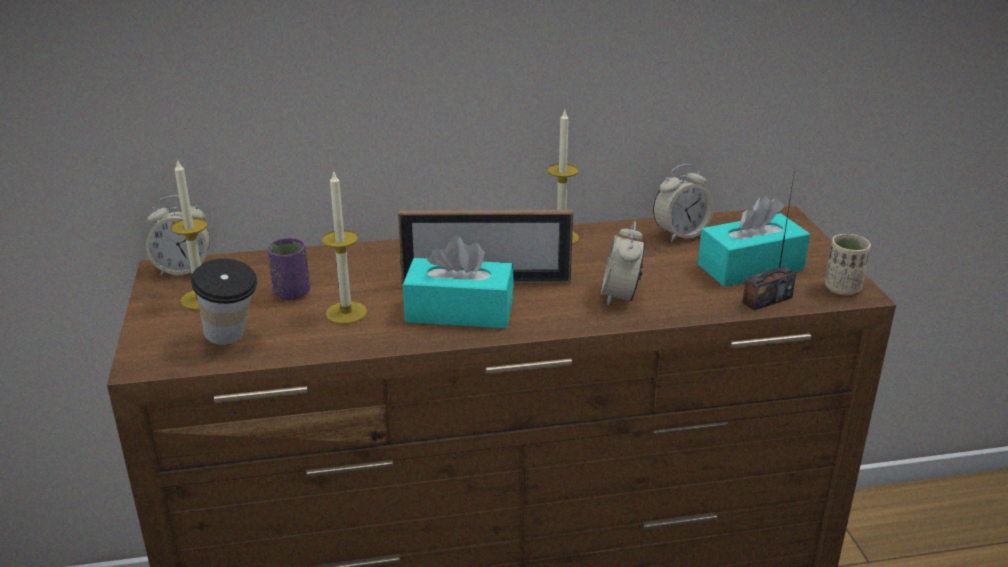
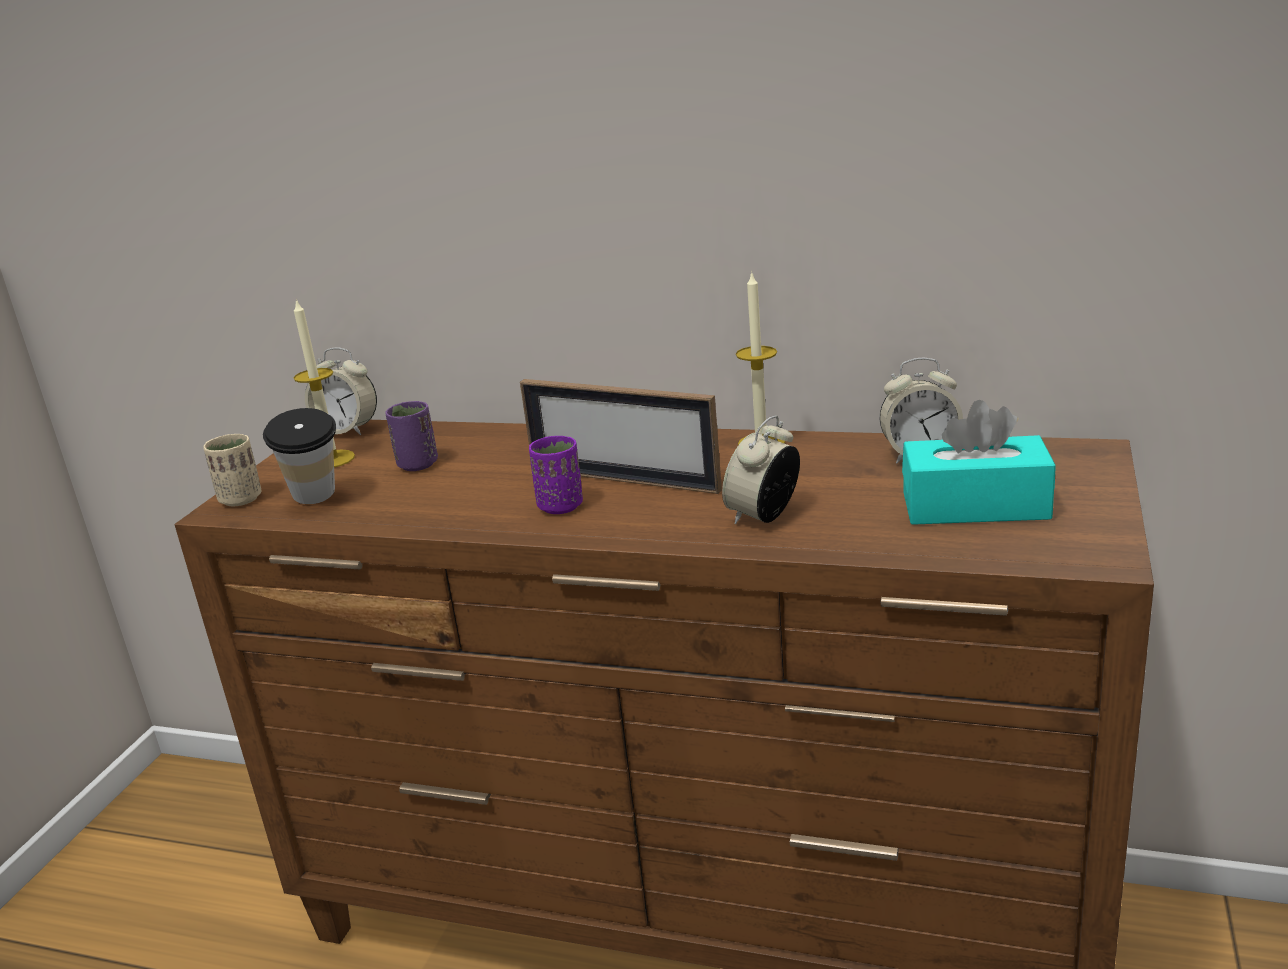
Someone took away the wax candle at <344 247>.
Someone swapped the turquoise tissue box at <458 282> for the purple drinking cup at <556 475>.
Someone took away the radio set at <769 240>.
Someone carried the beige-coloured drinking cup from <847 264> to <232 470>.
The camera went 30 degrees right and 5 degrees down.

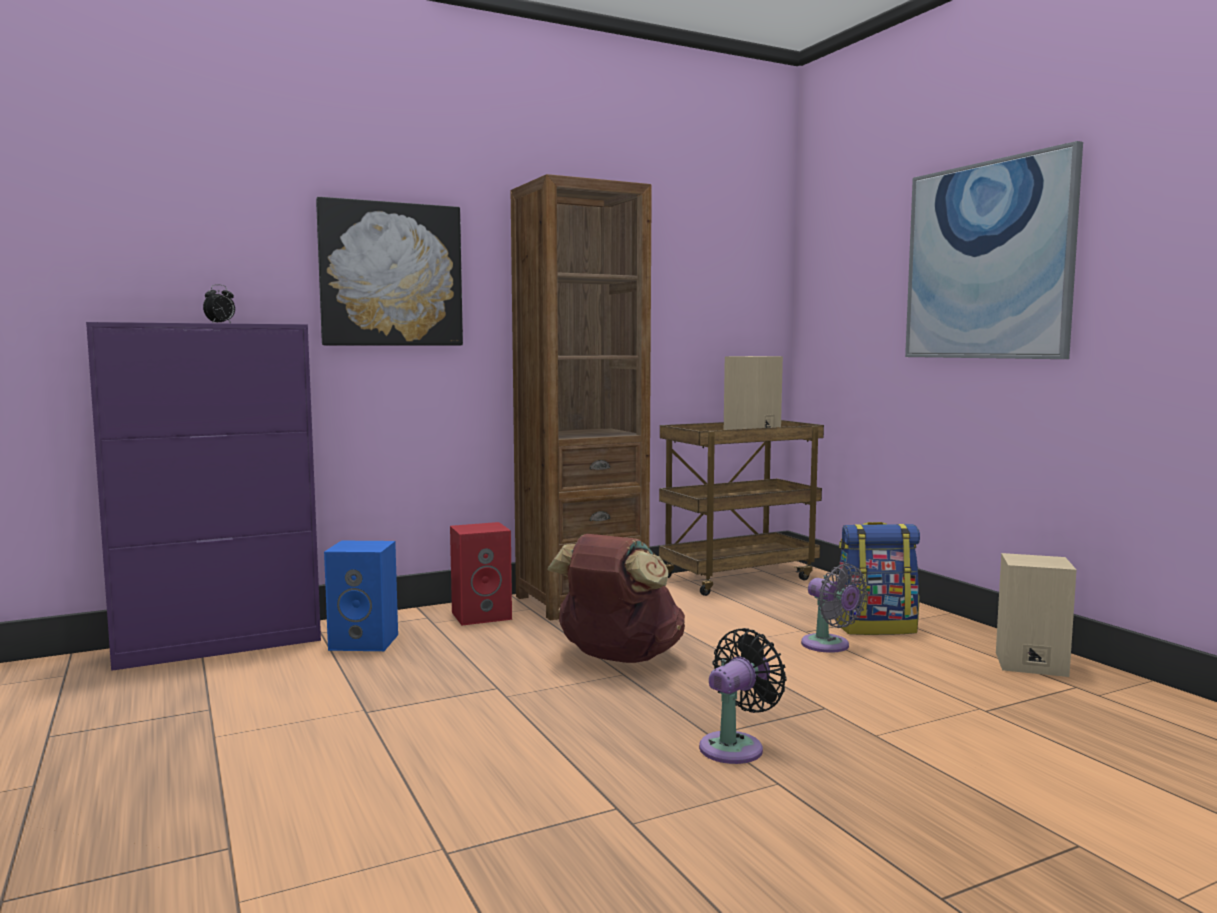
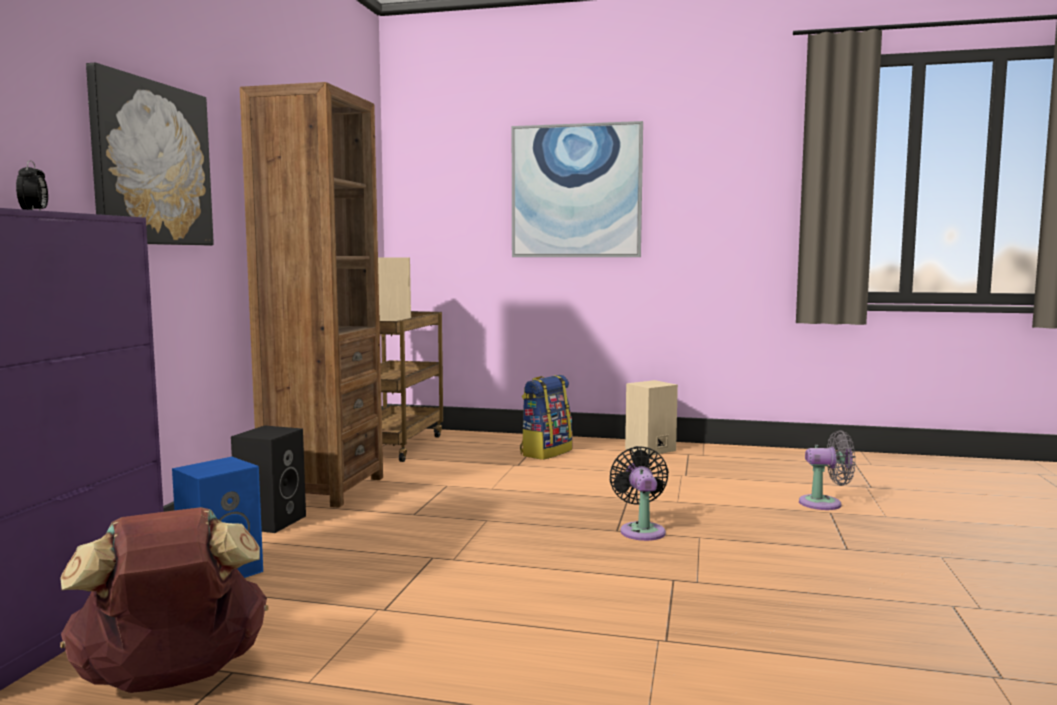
Someone repainted the red-coloured speaker at <481 574>, which became the black-coloured speaker at <268 479>.
Someone carried the brownish rucksack from <616 598> to <164 600>.
Someone carried the gray cooling fan from <834 608> to <827 470>.
The camera went 50 degrees left and 0 degrees up.

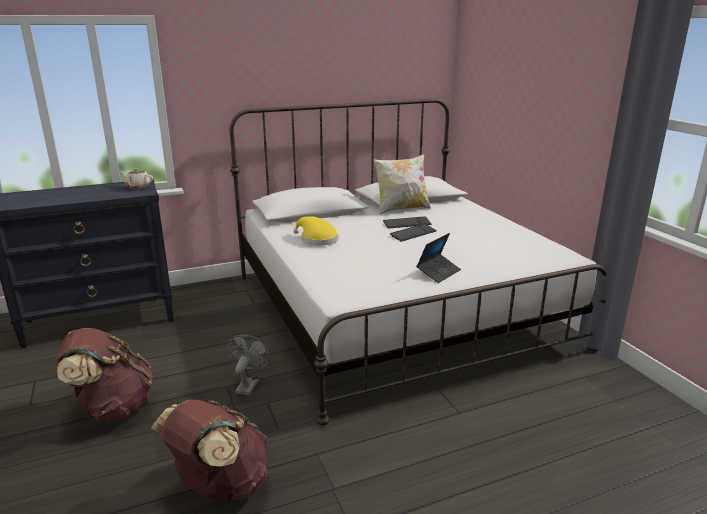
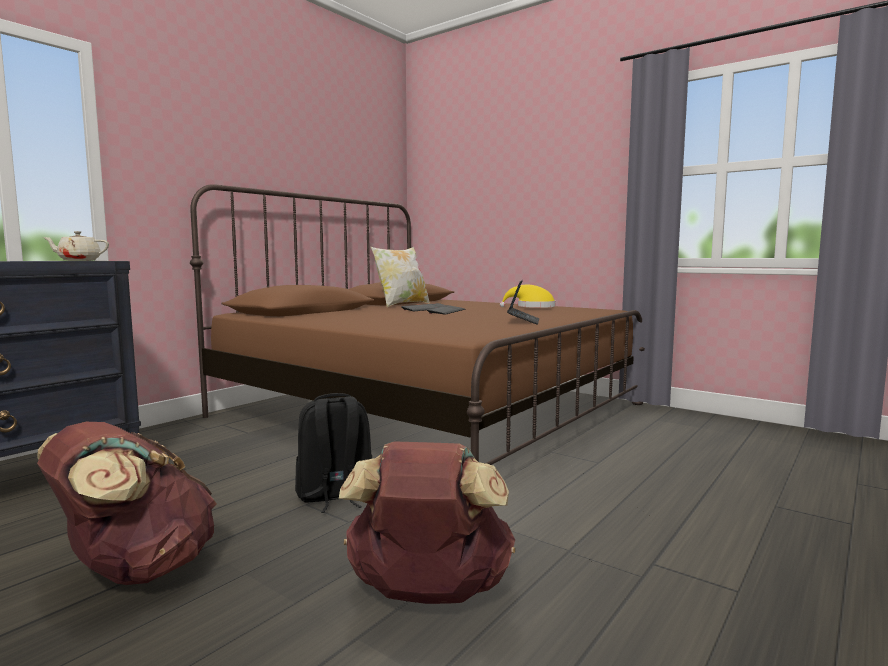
Someone swapped the gray cooling fan at <248 365> for the black-coloured rucksack at <333 453>.
Someone repainted the white-coloured bedroom bed at <418 262>, which became the brownish bedroom bed at <417 324>.
Someone carried the yellowish wearable hat from <315 231> to <527 296>.
The camera went 30 degrees left and 15 degrees down.

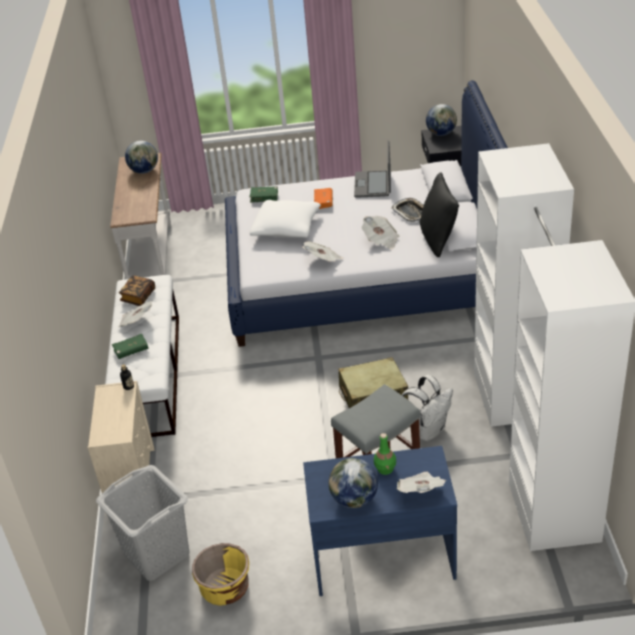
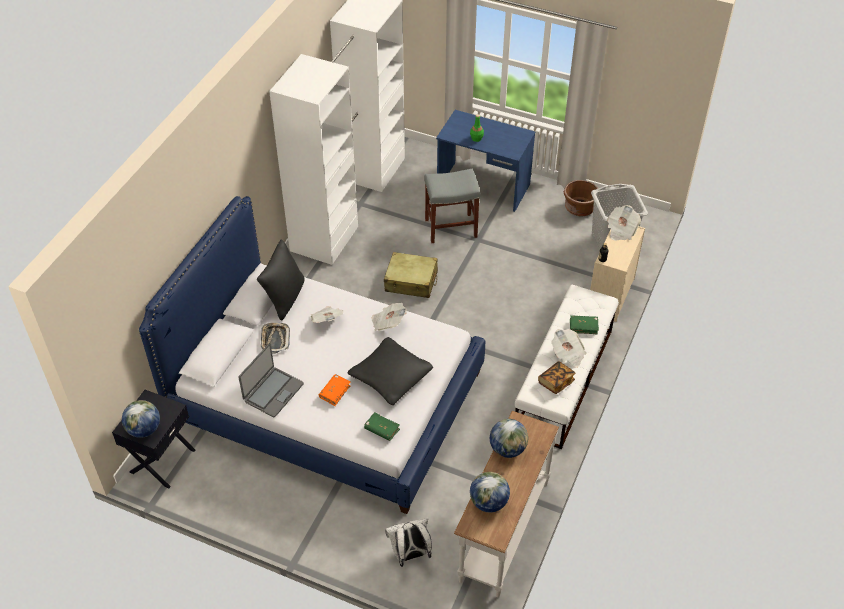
Someone repainted the yellowish planter at <220 574>, which became the brownish planter at <581 198>.
Someone repainted the white-coloured throw pillow at <285 219>, which became the black-coloured throw pillow at <390 371>.
Someone carried the globe from <353 483> to <509 438>.
Someone carried the daily paper from <421 482> to <624 222>.
Someone carried the white-coloured rucksack from <427 408> to <408 542>.
The camera went 155 degrees left and 10 degrees up.

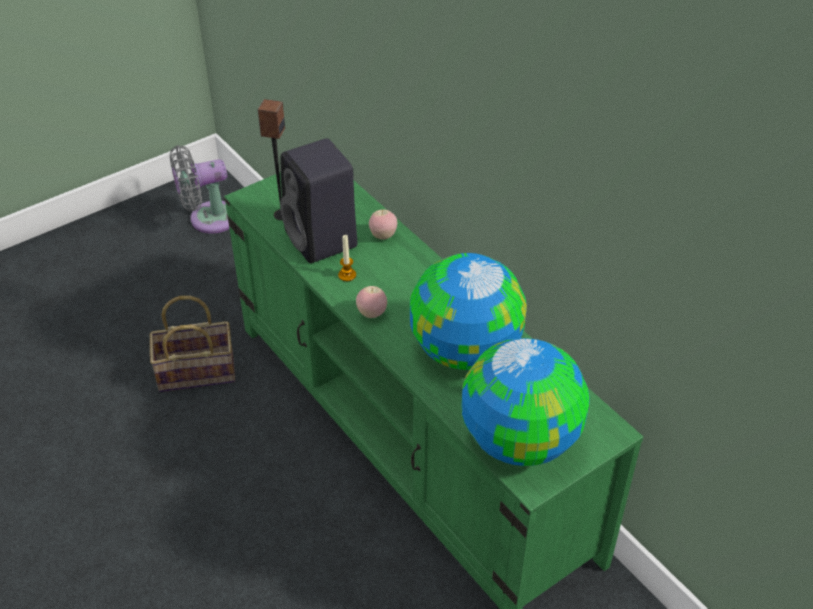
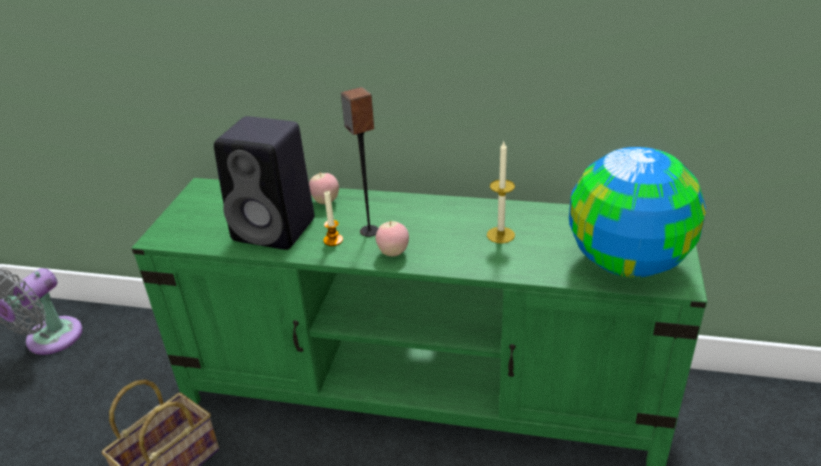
Someone carried the speaker from <271 159> to <359 162>.
Someone swapped the globe at <468 311> for the wax candle at <501 192>.
The camera went 40 degrees left and 10 degrees down.

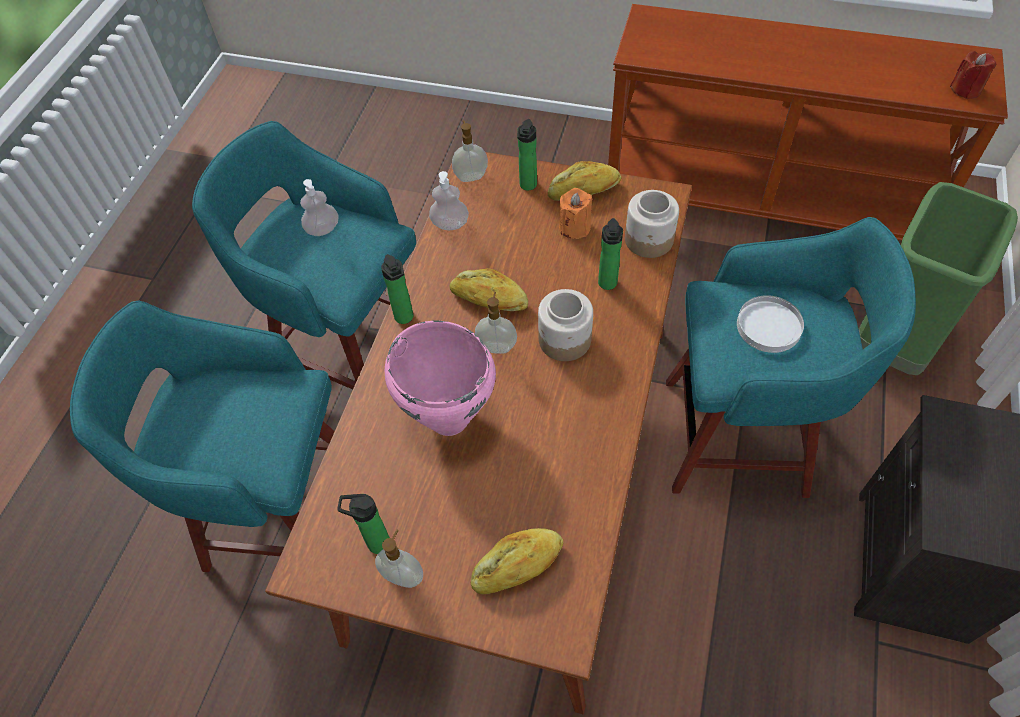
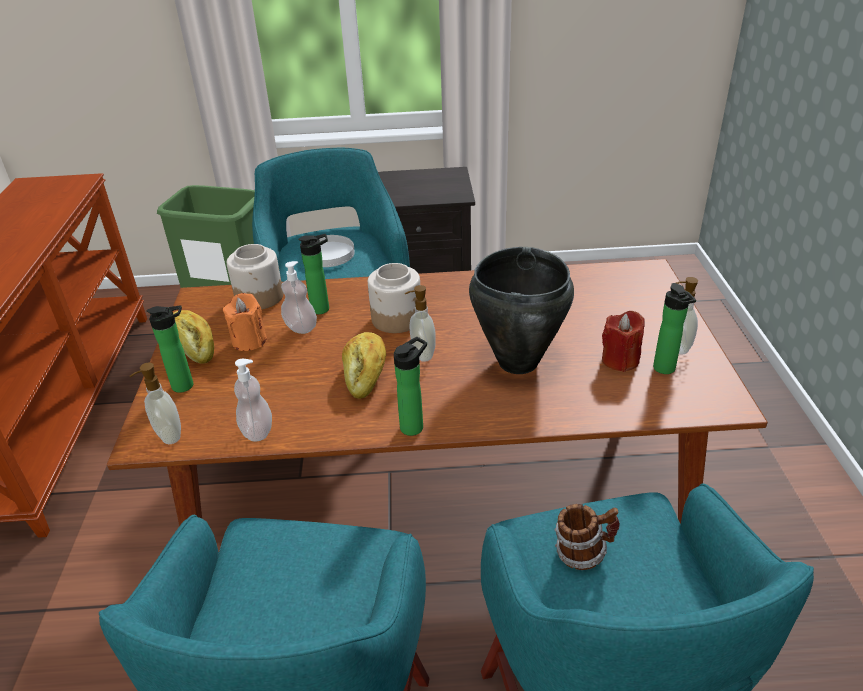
Someone carried the soap dispenser from <319 207> to <299 297>.
Someone repainted the pink saucepot at <440 378>, which became the black-coloured saucepot at <521 310>.
Someone took away the bread at <517 561>.
Someone carried the red-coloured wax candle from <973 75> to <623 341>.
Someone put down the coffee mug at <587 537>.
The camera went 110 degrees left and 20 degrees down.

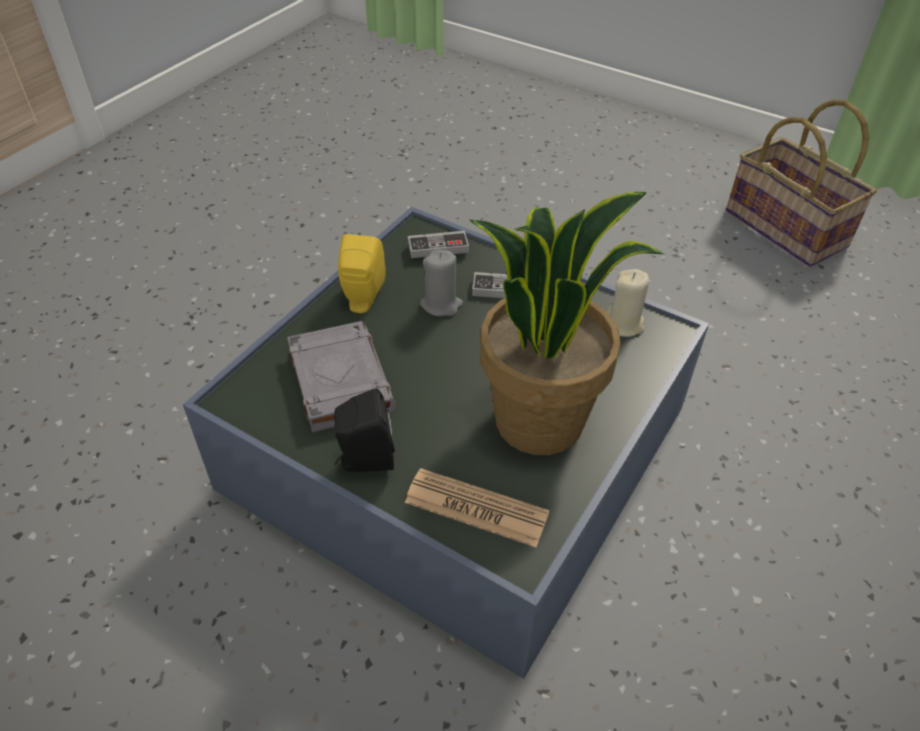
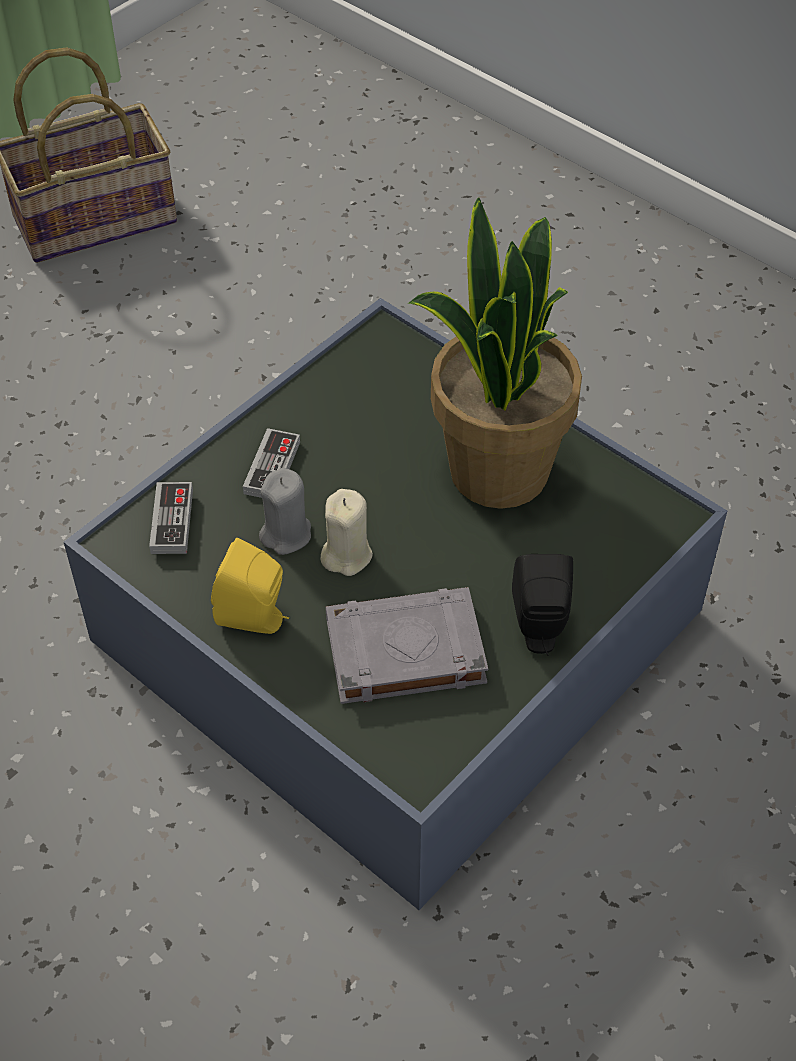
Someone took away the daily paper at <477 507>.
Someone carried the beige-coloured wax candle from <628 303> to <347 532>.
The camera went 80 degrees left and 5 degrees up.

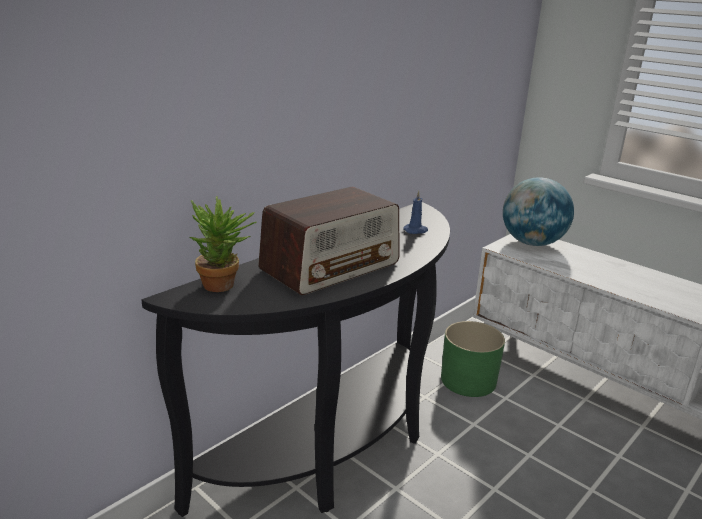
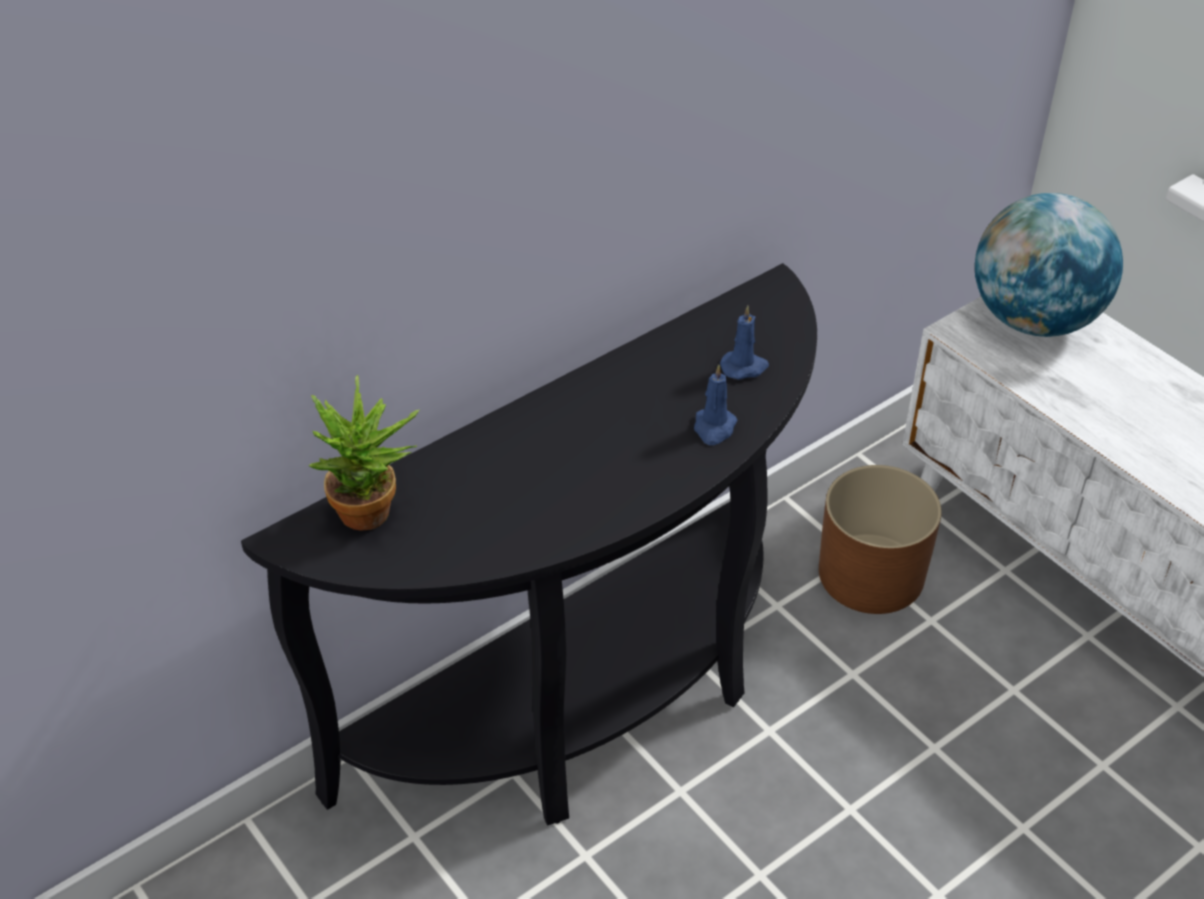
Someone took away the radio set at <328 241>.
Someone repainted the green-coloured planter at <473 359>, which became the brownish planter at <880 539>.
Someone put down the blue-coloured wax candle at <715 404>.
The camera went 10 degrees right and 20 degrees up.

